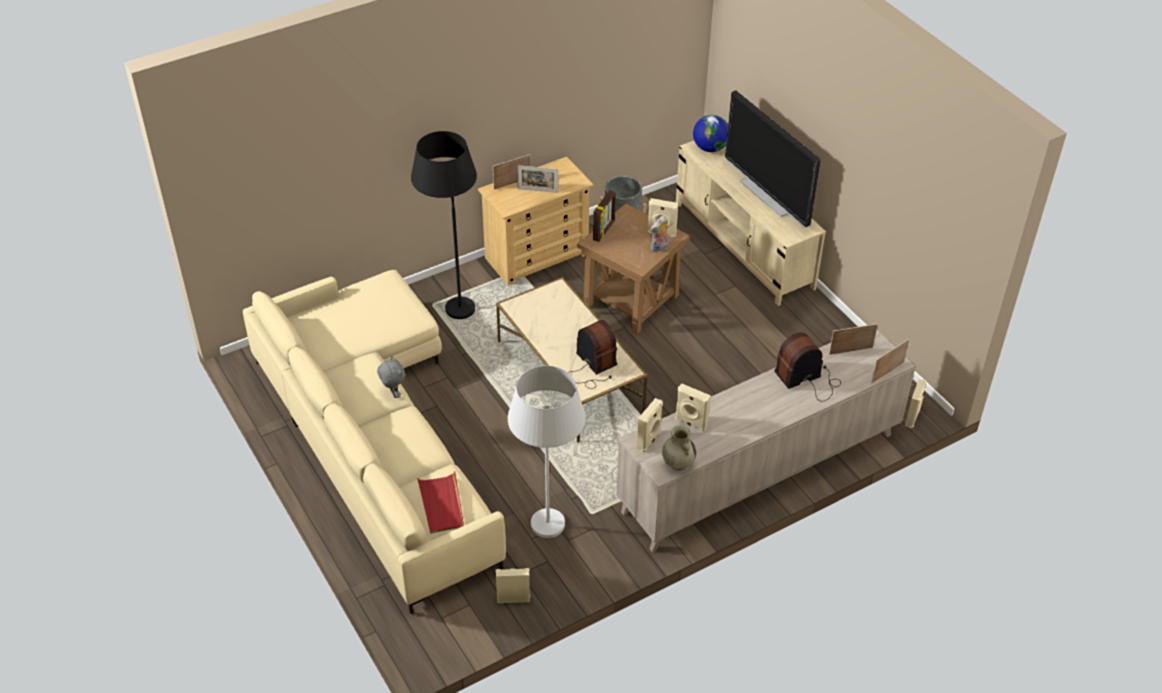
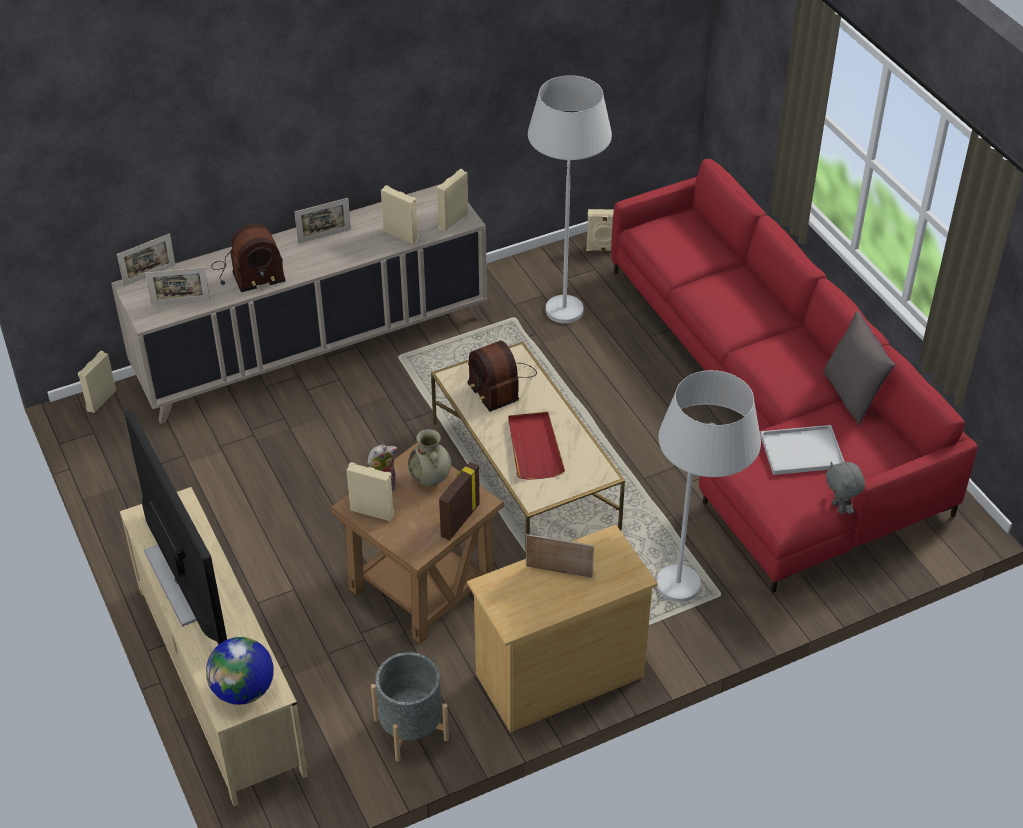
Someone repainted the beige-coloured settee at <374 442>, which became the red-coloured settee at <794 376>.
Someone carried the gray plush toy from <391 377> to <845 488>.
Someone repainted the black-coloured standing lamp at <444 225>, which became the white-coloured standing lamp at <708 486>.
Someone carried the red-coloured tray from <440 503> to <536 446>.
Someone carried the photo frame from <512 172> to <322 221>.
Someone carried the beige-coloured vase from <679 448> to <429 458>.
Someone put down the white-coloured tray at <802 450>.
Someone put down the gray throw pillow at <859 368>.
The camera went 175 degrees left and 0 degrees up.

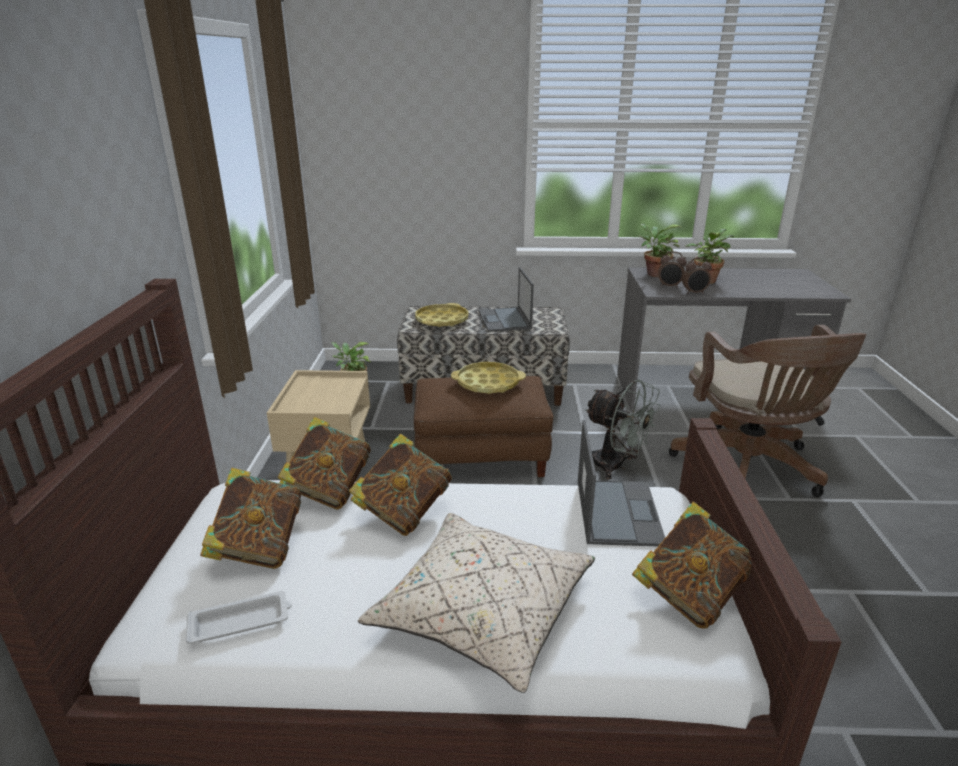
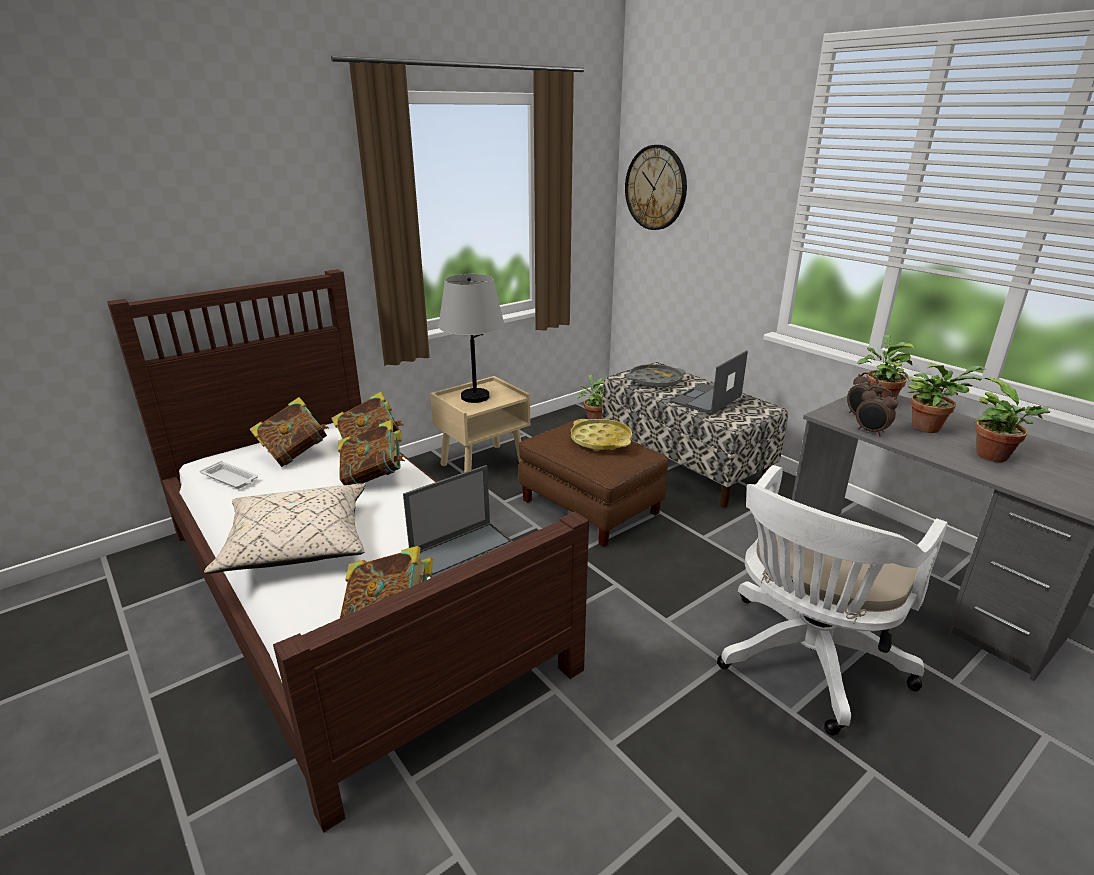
Someone repainted the yellowish tray at <441 315>, which became the gray tray at <656 376>.
Someone took away the gray cooling fan at <623 429>.
Someone repainted the brownish desk chair at <768 411>, which became the white-coloured desk chair at <832 600>.
Someone put down the gray lamp for a table at <471 338>.
Someone put up the hanging clock at <656 187>.
Someone put down the plant in a pot at <1012 419>.
The camera went 50 degrees right and 0 degrees up.

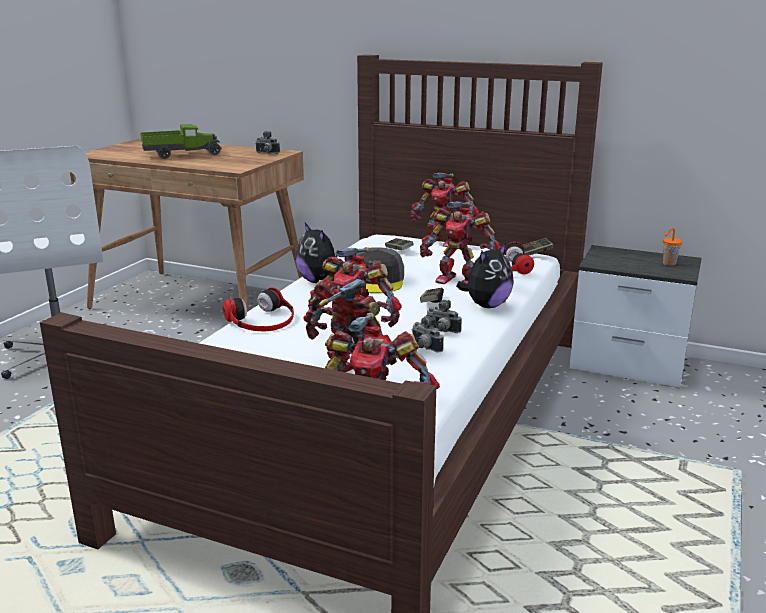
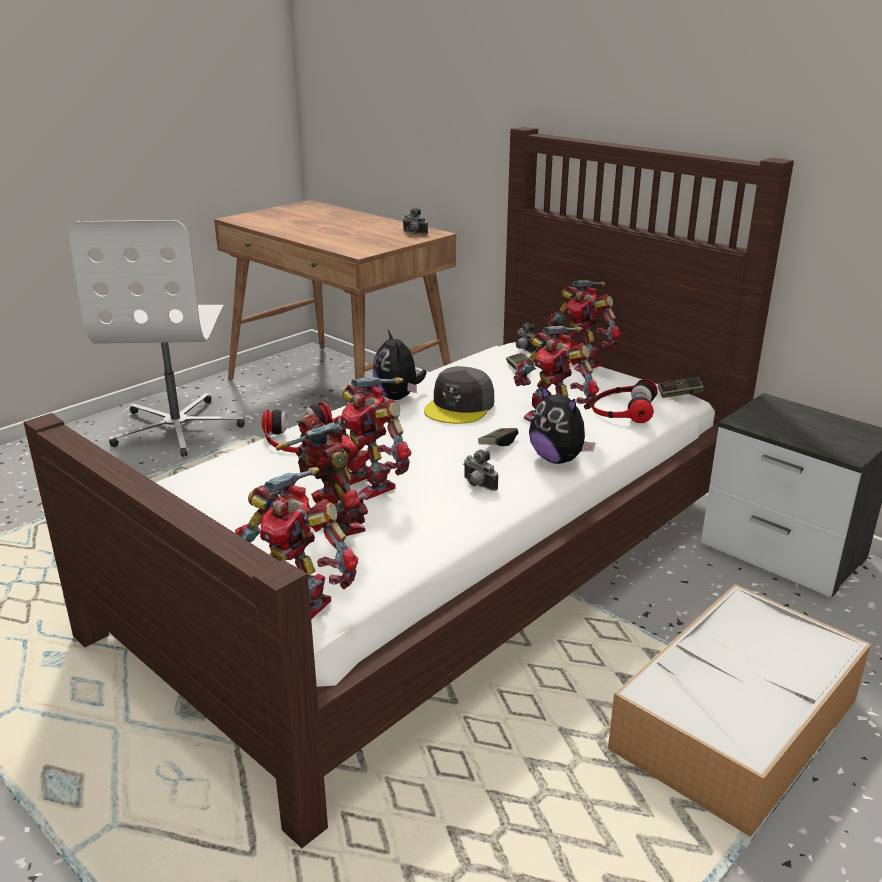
Someone took away the model truck at <181 141>.
Someone carried the still camera from <427 334> to <526 338>.
Someone rotated the plush toy at <485 275> by 75 degrees clockwise.
Someone took away the orangey drinking cup at <673 247>.
Someone put down the storage container at <739 710>.
The camera went 20 degrees right and 5 degrees up.

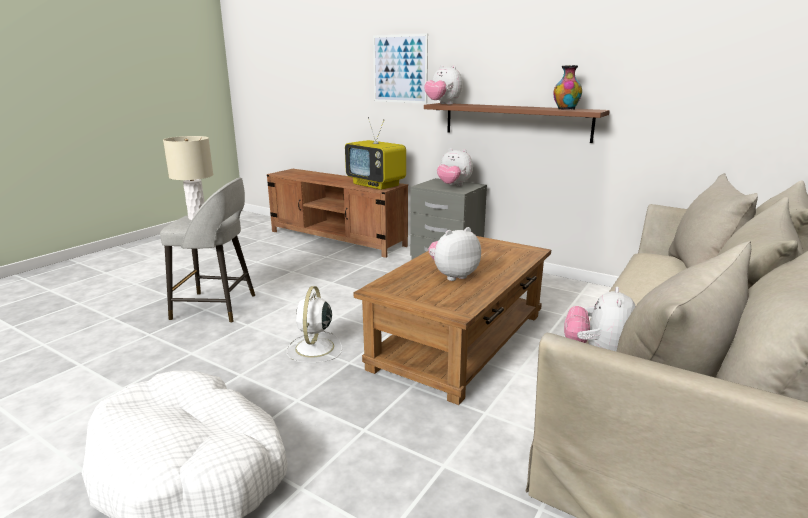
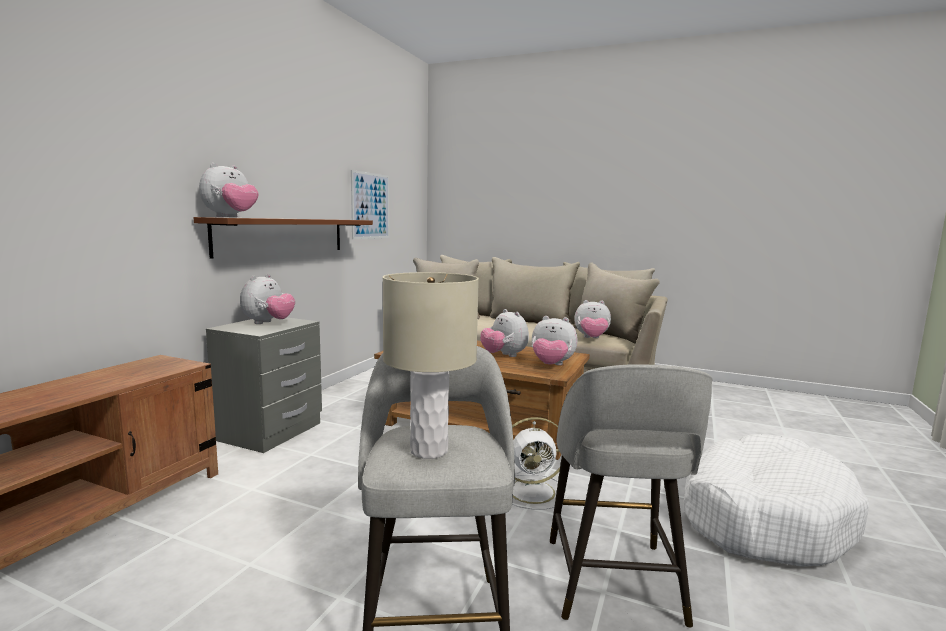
Someone took away the TV at <375 153>.
Someone carried the wall art from <400 69> to <370 204>.
Someone took away the vase at <568 87>.
Someone put down the plush toy at <555 340>.
Someone put down the gray sitting stool at <631 496>.
The camera went 100 degrees left and 10 degrees down.

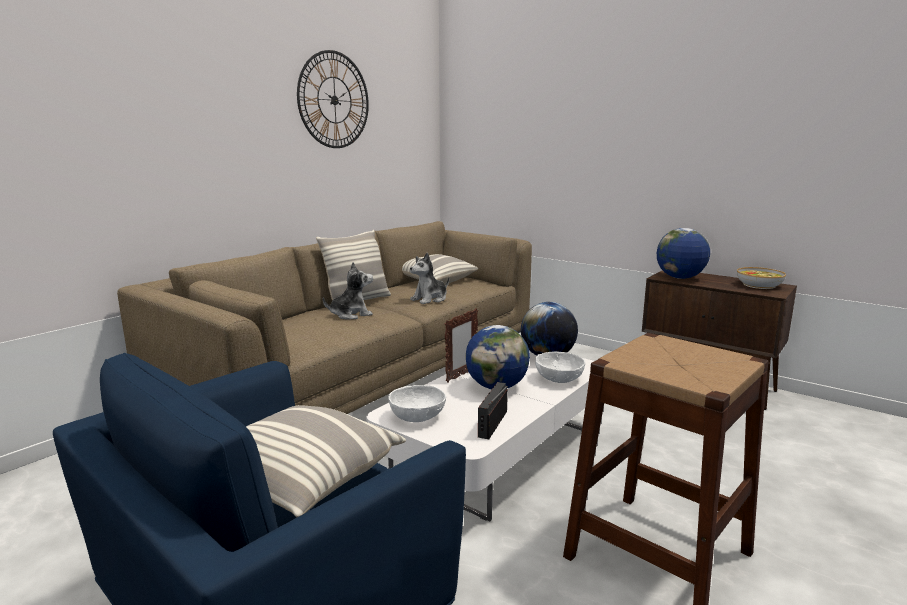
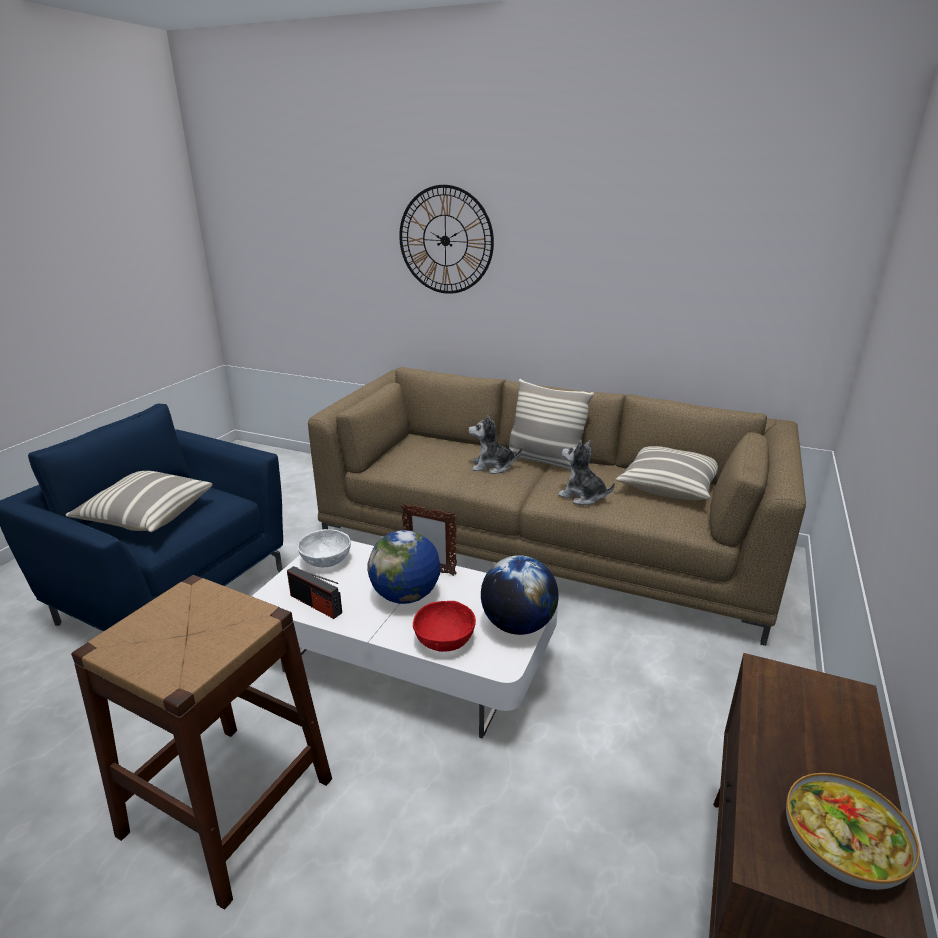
Someone carried the hanging clock from <333 99> to <446 239>.
Someone rotated the plush toy at <348 291> by 135 degrees clockwise.
Someone rotated the radio set at <493 410> by 150 degrees counterclockwise.
Someone repainted the white-coloured deep dish at <560 367>, which became the red-coloured deep dish at <444 626>.
Someone took away the globe at <683 253>.
The camera went 75 degrees right and 10 degrees up.

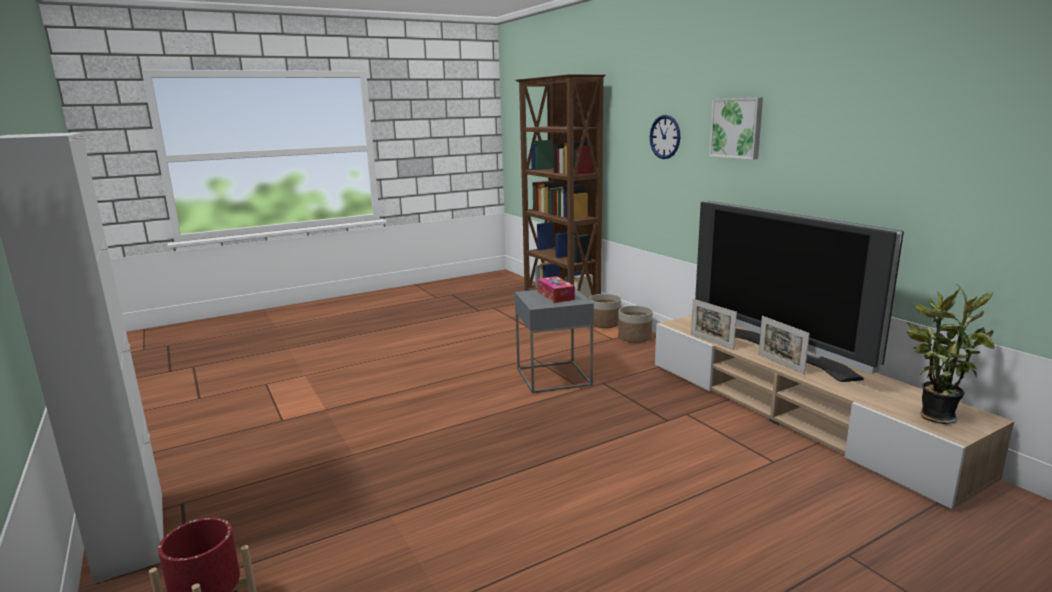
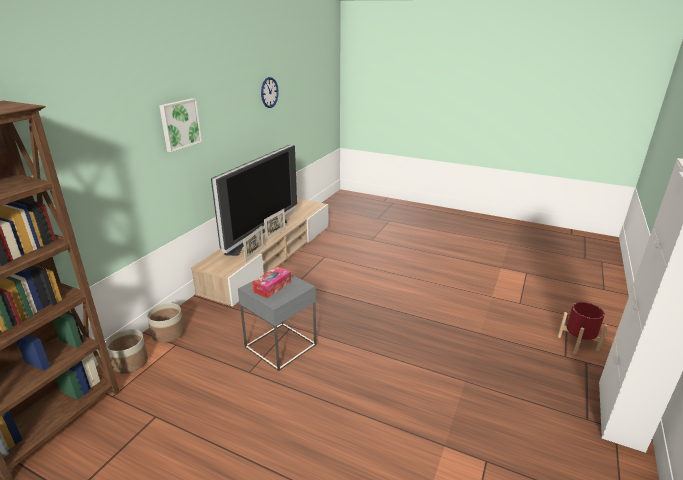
Someone carried the hanging clock from <665 137> to <270 92>.
Someone took away the plant in a pot at <950 354>.
The camera went 125 degrees left and 10 degrees up.

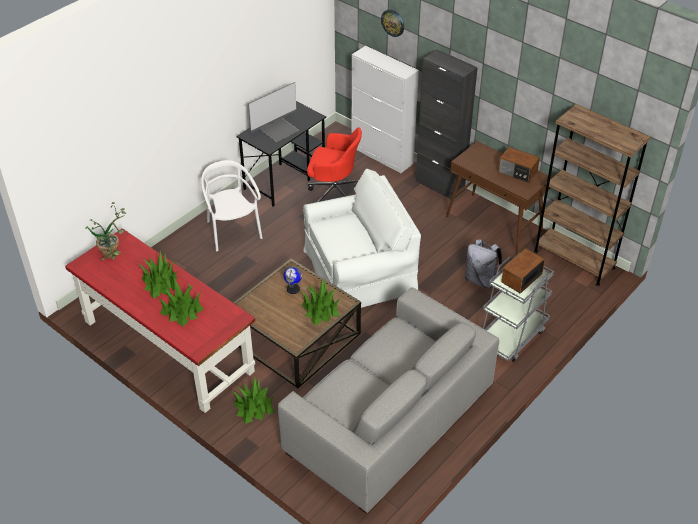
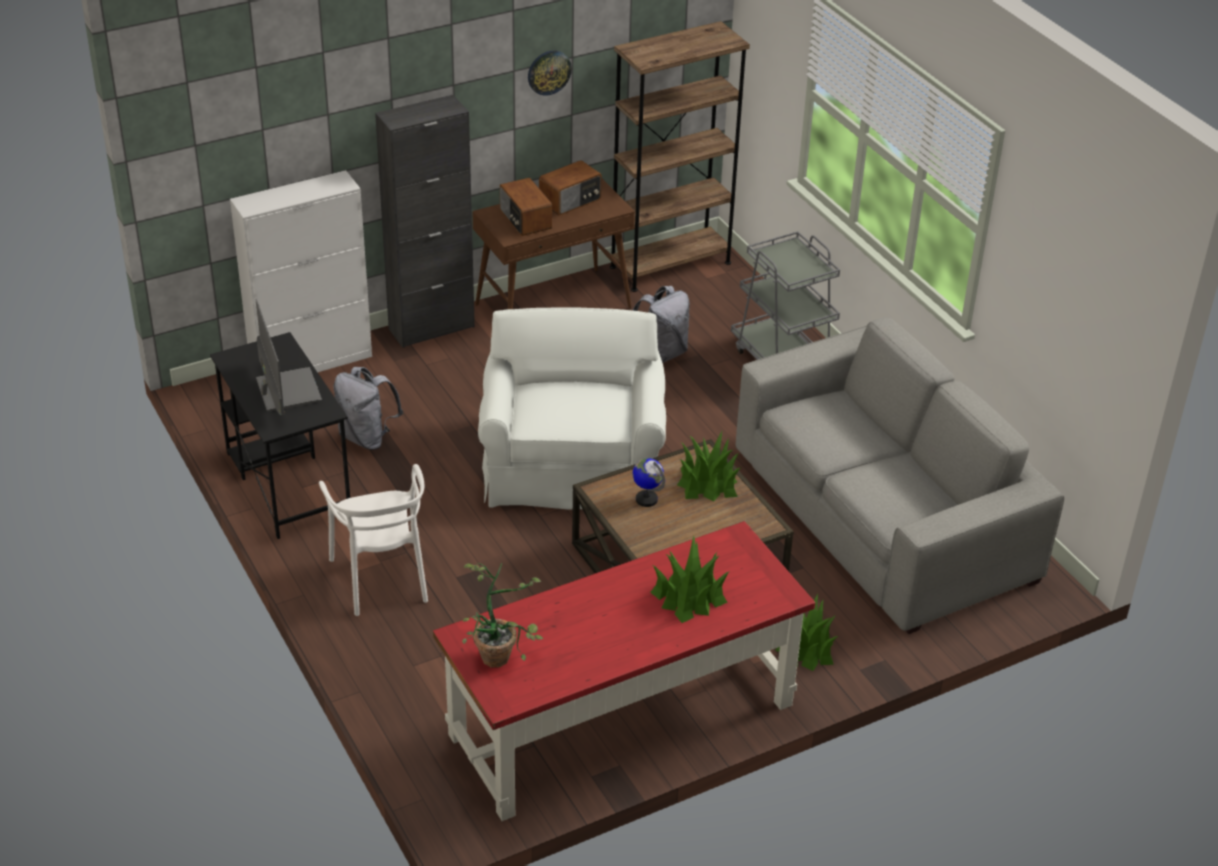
Someone took away the plant in a pot at <159 274>.
Someone rotated the white-coloured plain chair at <231 205> by 105 degrees counterclockwise.
Someone swapped the red-coloured desk chair at <334 164> for the gray rucksack at <368 408>.
Someone carried the hanging clock from <392 23> to <550 73>.
Someone carried the radio set from <523 271> to <526 207>.
The camera went 70 degrees left and 5 degrees down.

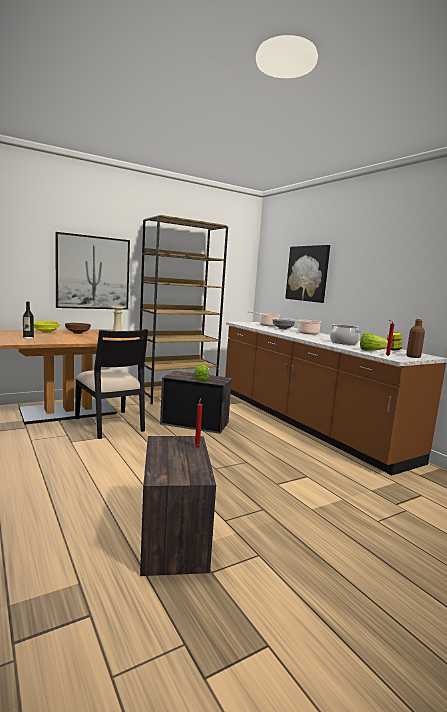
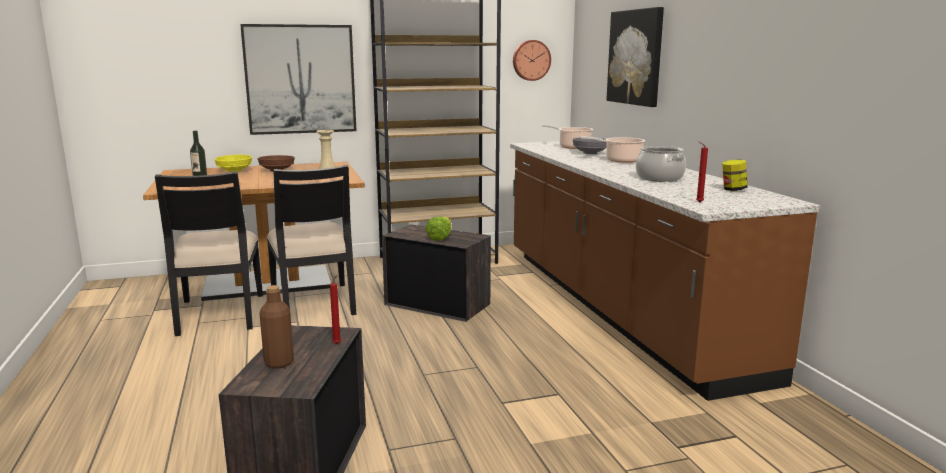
Someone took away the lettuce at <376 342>.
Someone carried the brownish drink bottle from <415 338> to <277 327>.
Someone put down the black-coloured plain chair at <209 253>.
Someone put up the hanging clock at <532 60>.
The camera went 15 degrees right and 5 degrees up.

